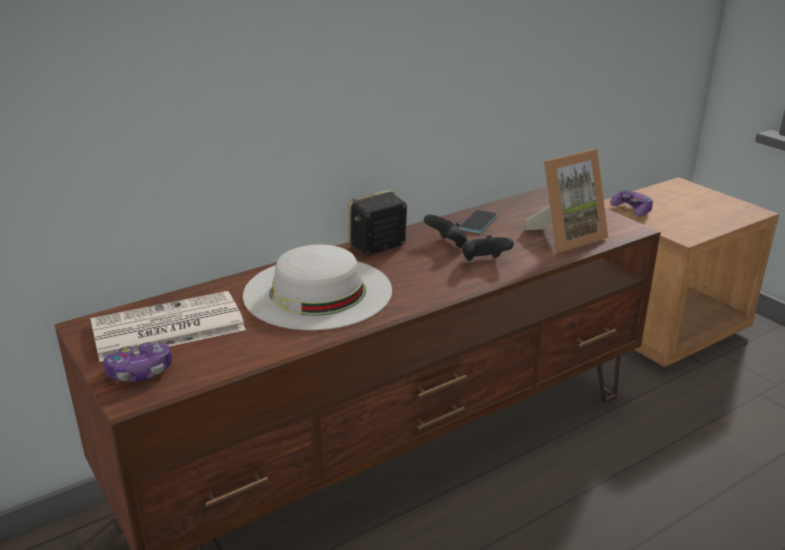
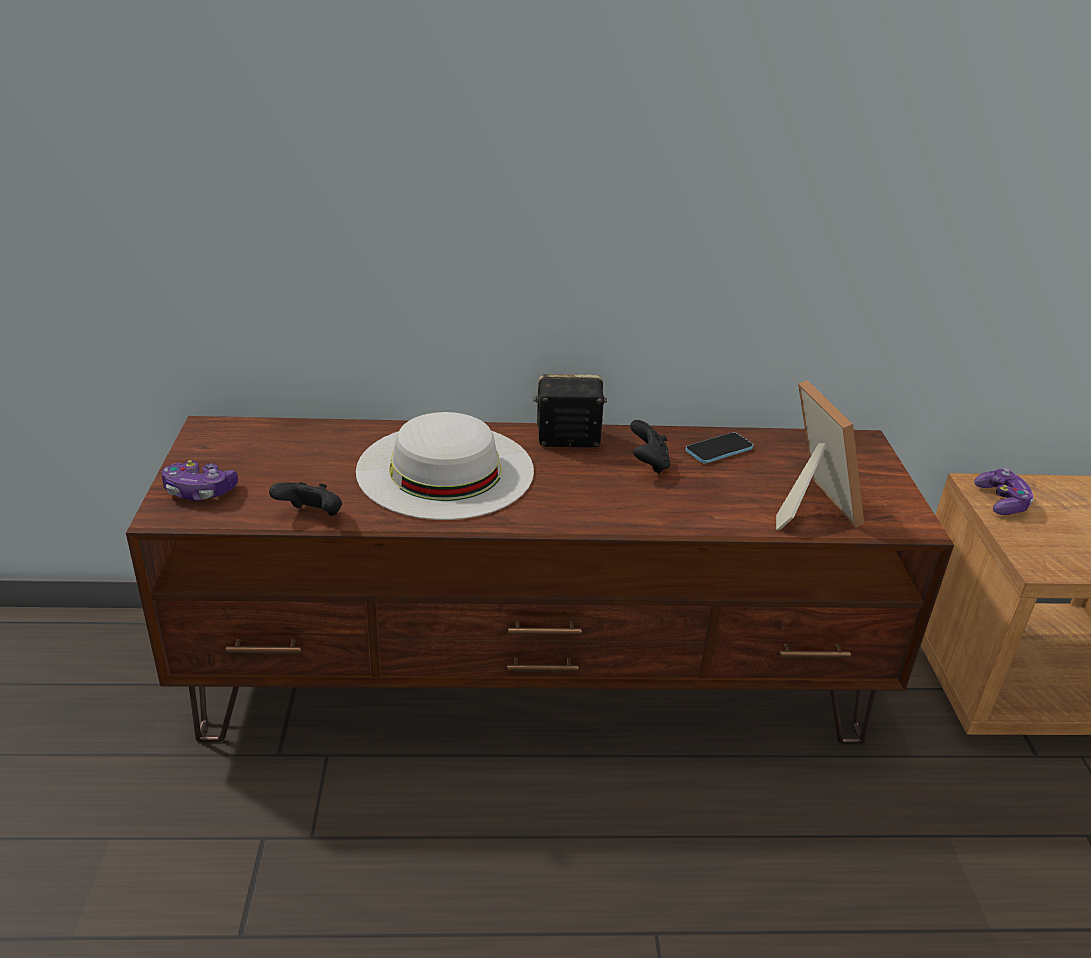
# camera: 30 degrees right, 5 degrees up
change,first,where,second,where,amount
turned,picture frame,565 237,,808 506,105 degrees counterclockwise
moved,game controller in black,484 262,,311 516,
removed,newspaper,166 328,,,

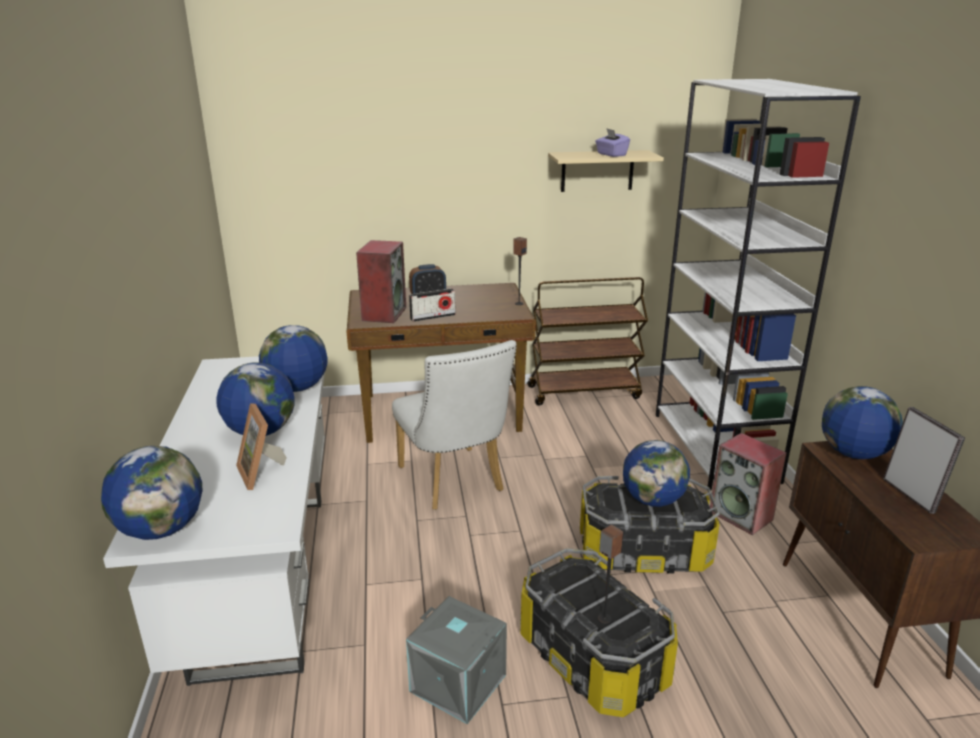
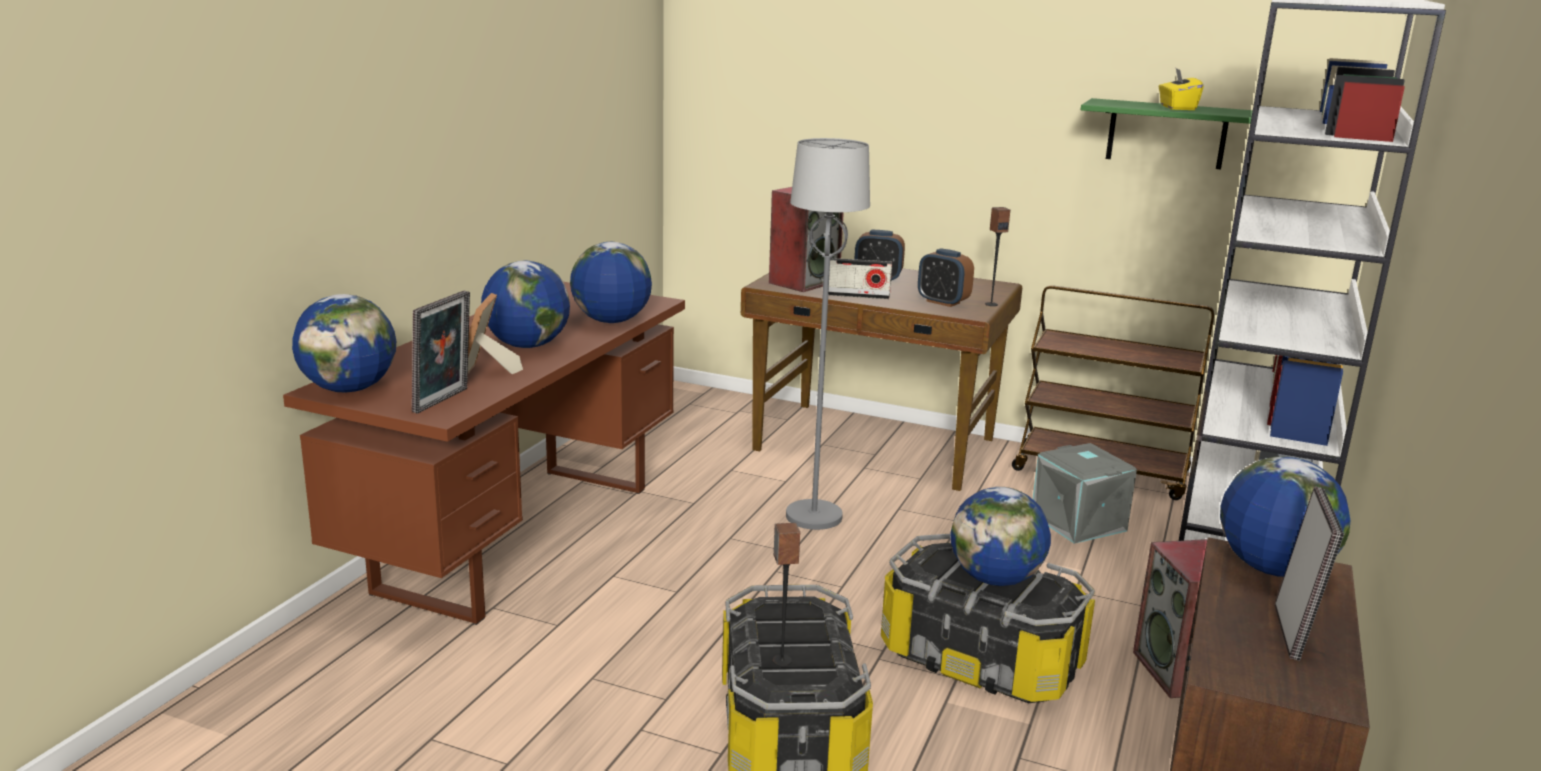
# camera: 30 degrees right, 5 degrees down
change,first,where,second,where,amount
recoloured,tissue box in purple,611 154,tissue box in yellow,1177 108,
recoloured,shelf in beige,597 171,shelf in green,1166 134,
replaced,chair in white,454 483,floor lamp in grey,813 517,
recoloured,desk in white,263 578,desk in brown,518 536,
moved,storage box in grey,456 684,,1076 523,
added,,,alarm clock,943 302,
added,,,picture frame,444 401,

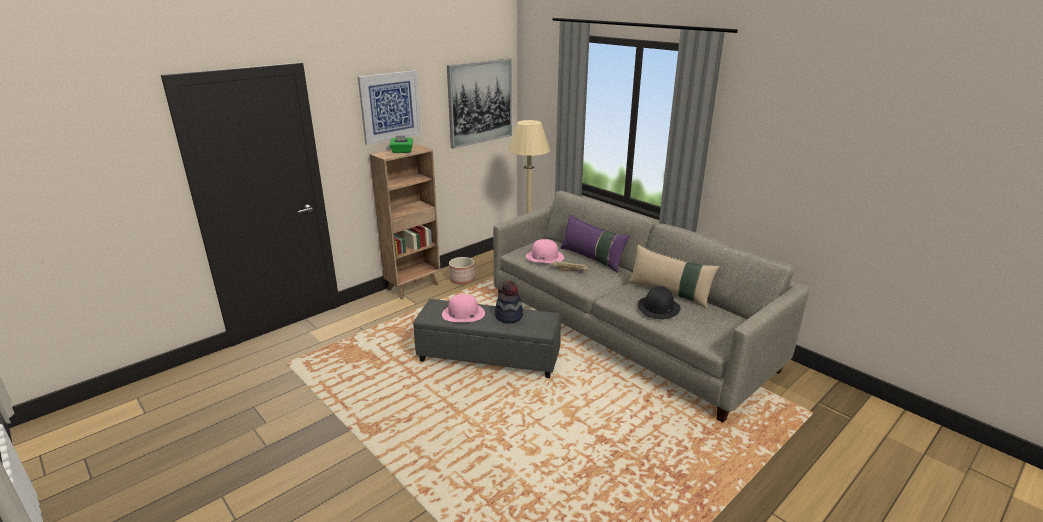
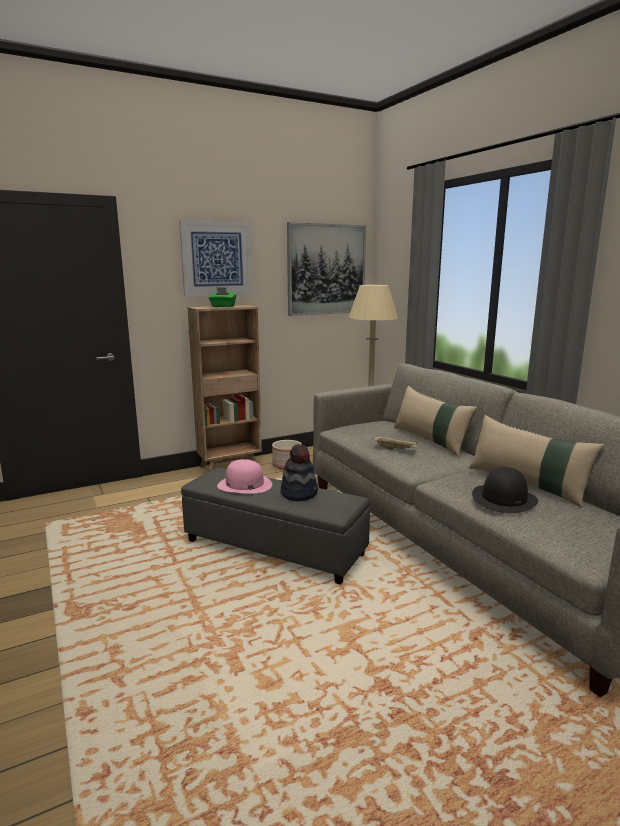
# camera: 15 degrees right, 10 degrees down
change,first,where,second,where,amount
recoloured,pillow in purple,592 258,pillow in beige,430 440,
removed,hat in pink,545 256,,,

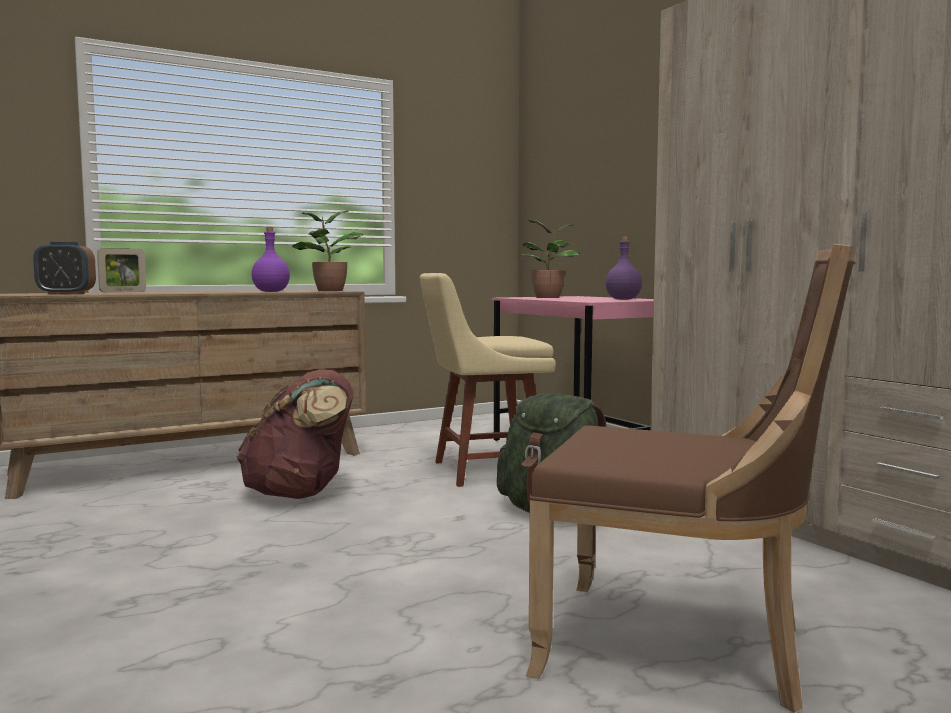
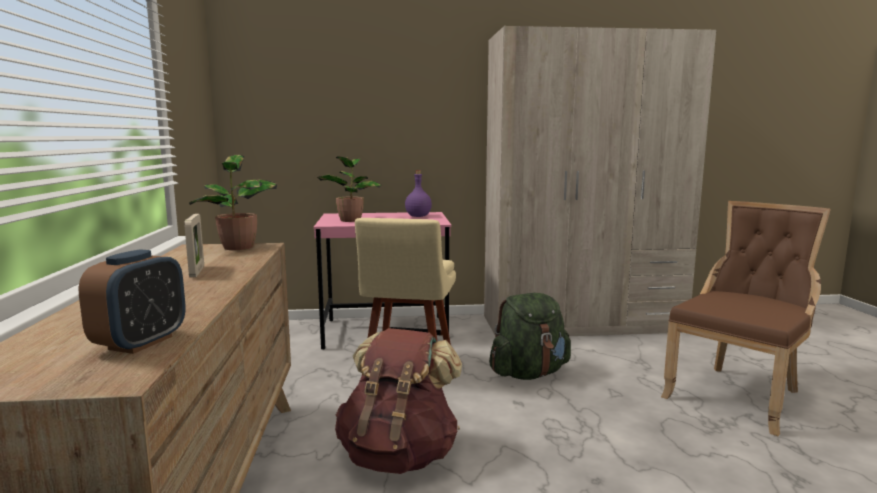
# camera: 65 degrees left, 5 degrees up
change,first,where,second,where,amount
removed,bottle in purple,271 291,,,
moved,picture frame,123 292,,197 271,

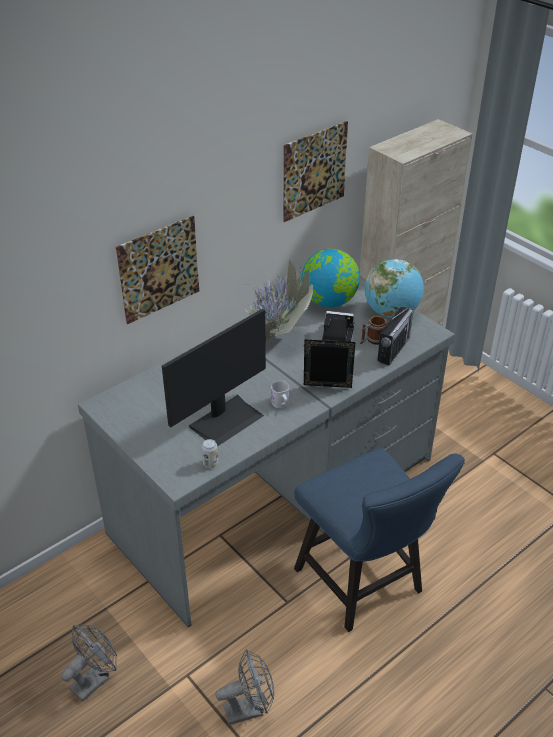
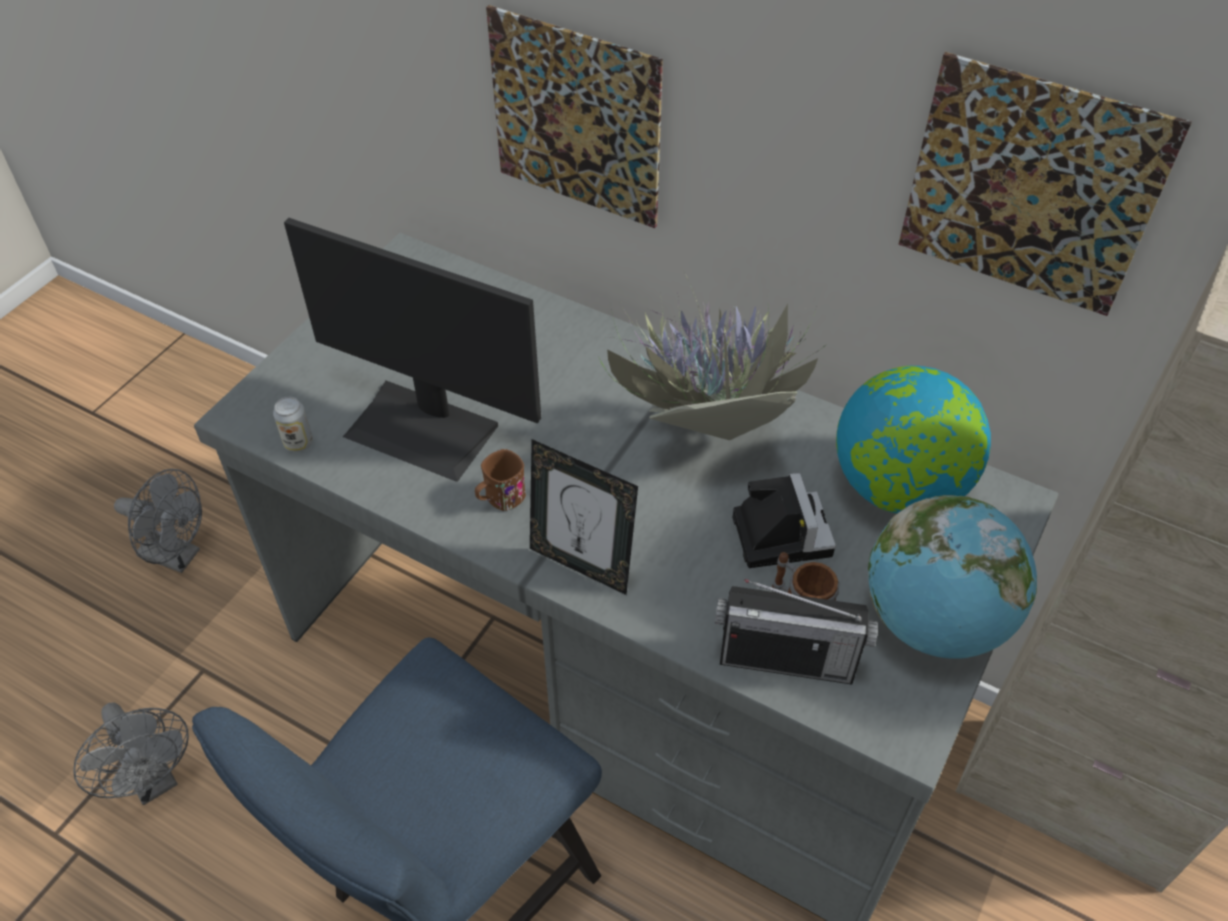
# camera: 70 degrees right, 10 degrees up
change,first,where,second,where,amount
turned,picture frame,327 389,,582 564,135 degrees clockwise
recoloured,mug in white,281 404,mug in brown,500 499,

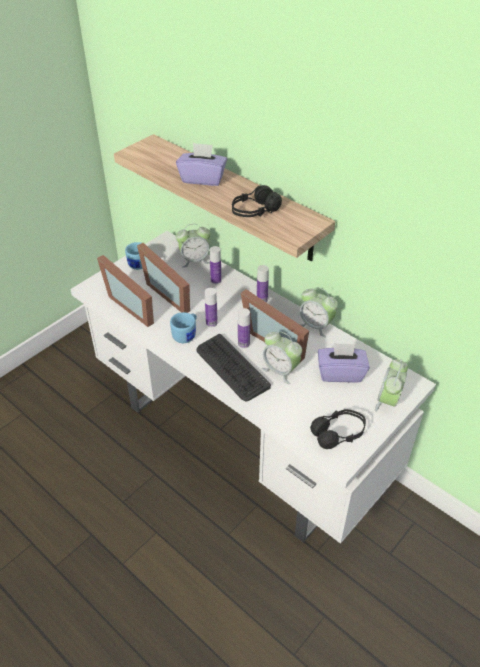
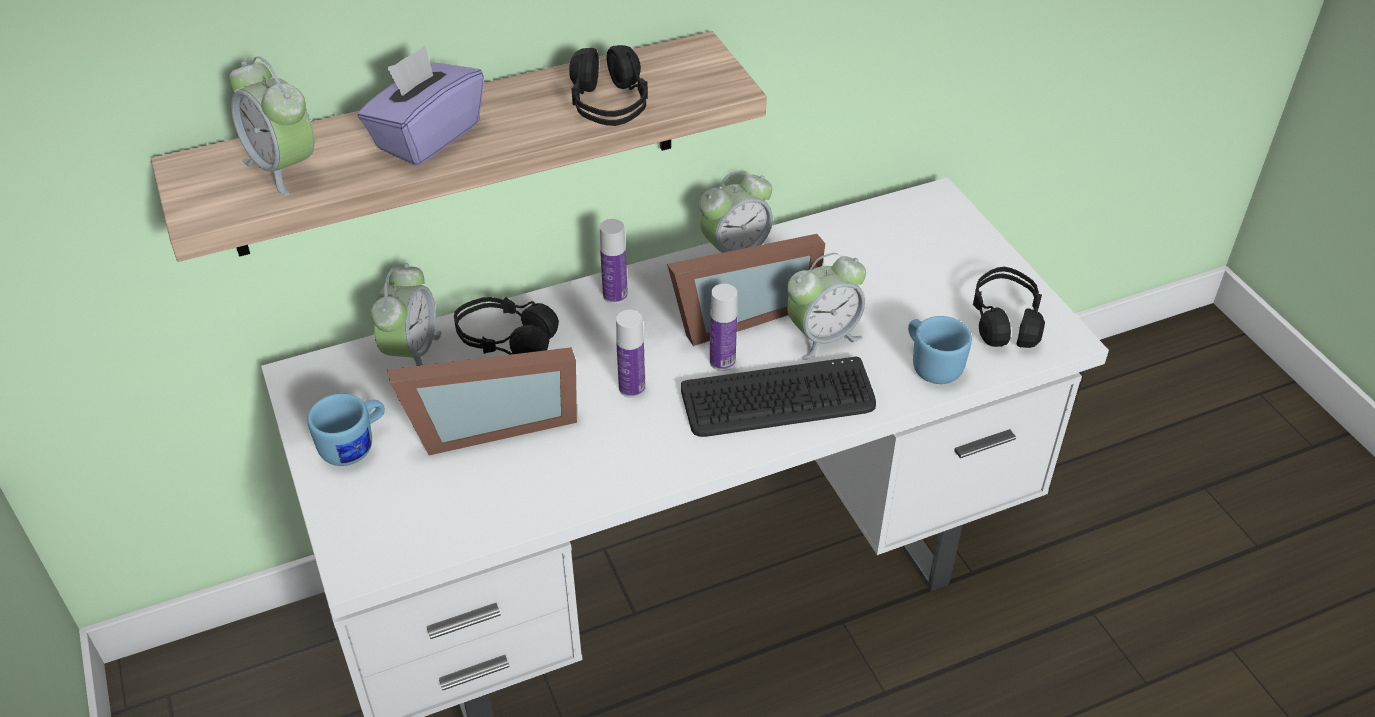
# camera: 65 degrees left, 0 degrees up
change,first,where,second,where,amount
replaced,bottle,216 280,headphones in black,505 341,
removed,picture frame,134 305,,,
moved,mug in blue,186 334,,932 364,
removed,tissue box in purple,340 373,,,
moved,alarm clock,388 401,,283 168,

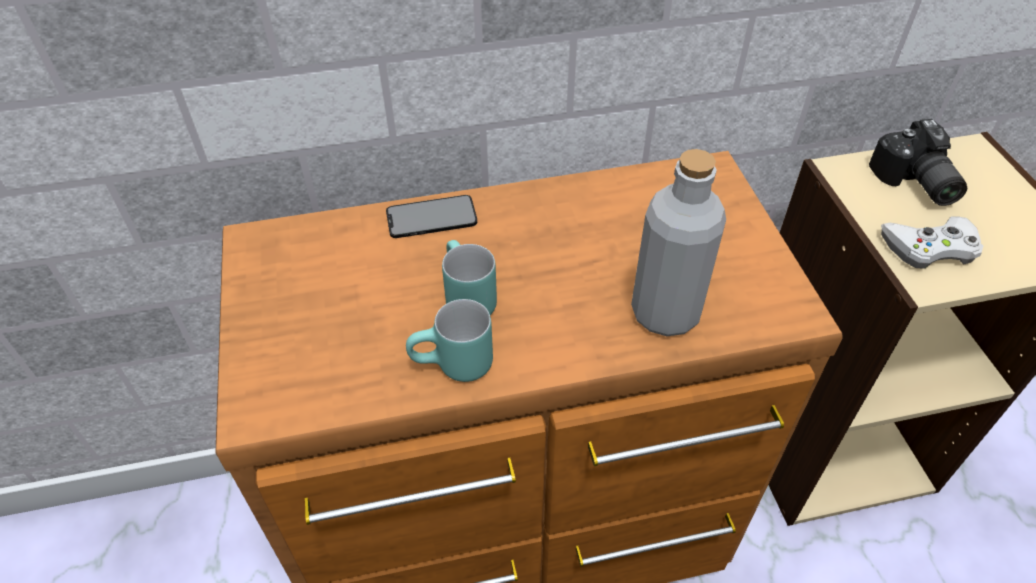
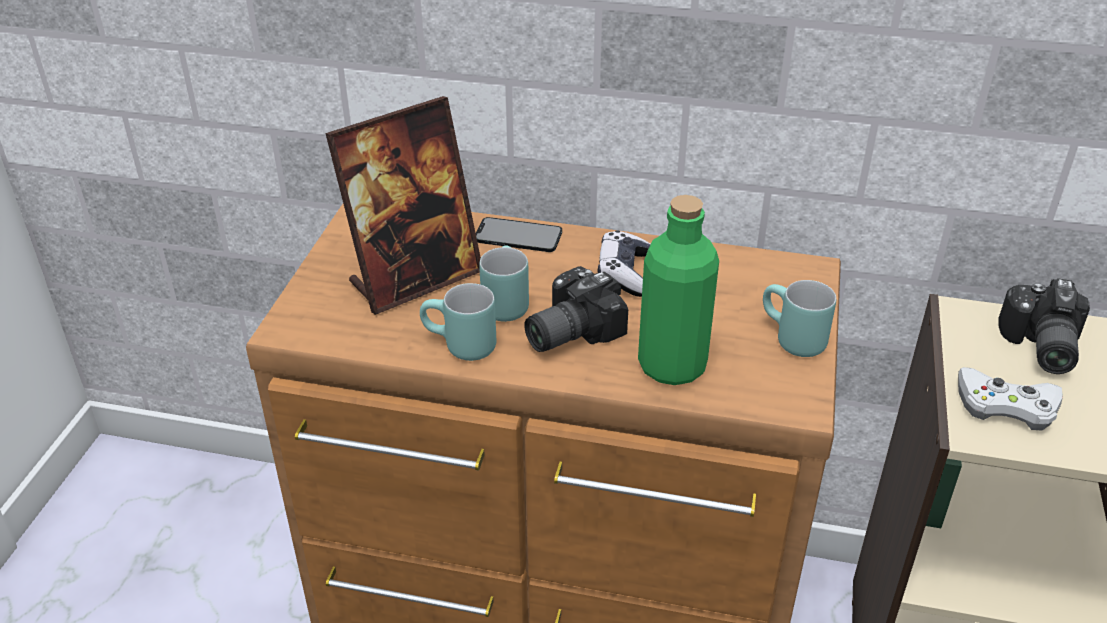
# camera: 25 degrees right, 10 degrees down
change,first,where,second,where,amount
recoloured,bottle in grey,665 313,bottle in green,672 366,
added,,,picture frame,415 279,
added,,,game controller,625 273,
added,,,photo camera,567 331,
added,,,mug in turquoise,789 340,

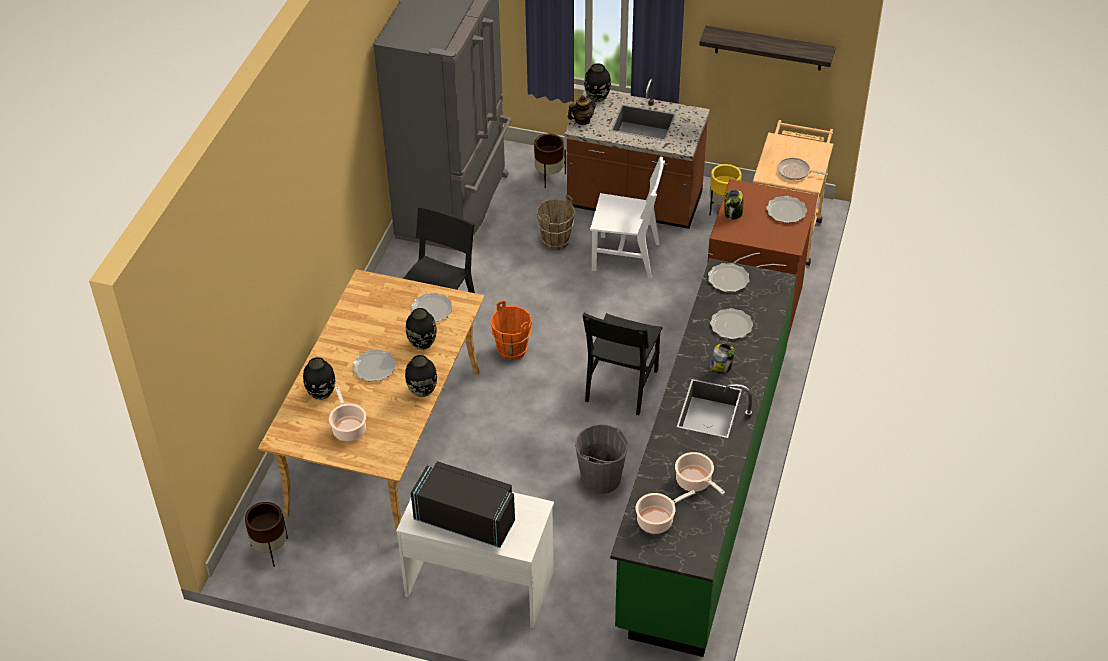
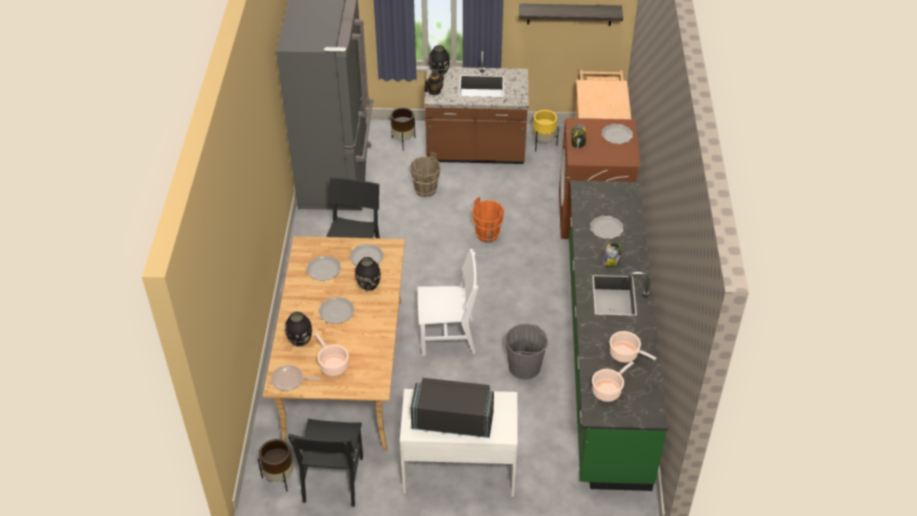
# camera: 15 degrees left, 0 degrees up
change,first,where,second,where,amount
moved,chair in white,626 257,,447 337,
moved,frying pan,795 172,,289 380,
moved,plate,728 279,,324 270,
moved,bucket in orange,511 350,,487 235,
moved,chair in black,621 385,,333 479,
removed,vase in black,422 391,,,

